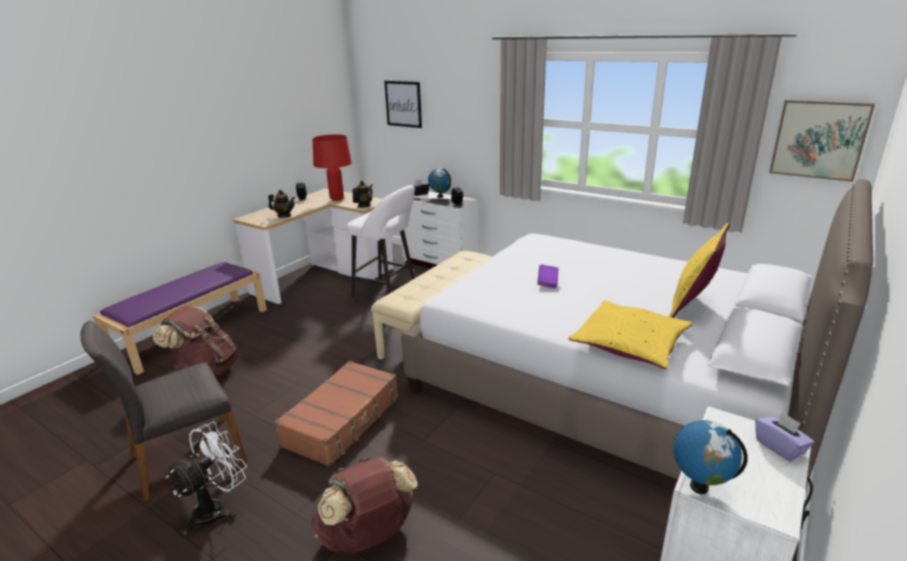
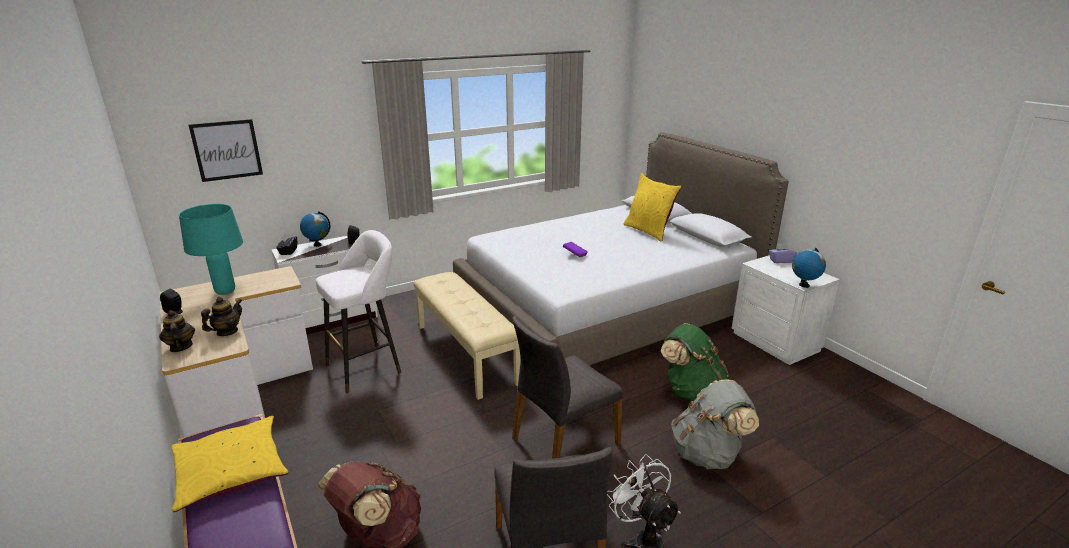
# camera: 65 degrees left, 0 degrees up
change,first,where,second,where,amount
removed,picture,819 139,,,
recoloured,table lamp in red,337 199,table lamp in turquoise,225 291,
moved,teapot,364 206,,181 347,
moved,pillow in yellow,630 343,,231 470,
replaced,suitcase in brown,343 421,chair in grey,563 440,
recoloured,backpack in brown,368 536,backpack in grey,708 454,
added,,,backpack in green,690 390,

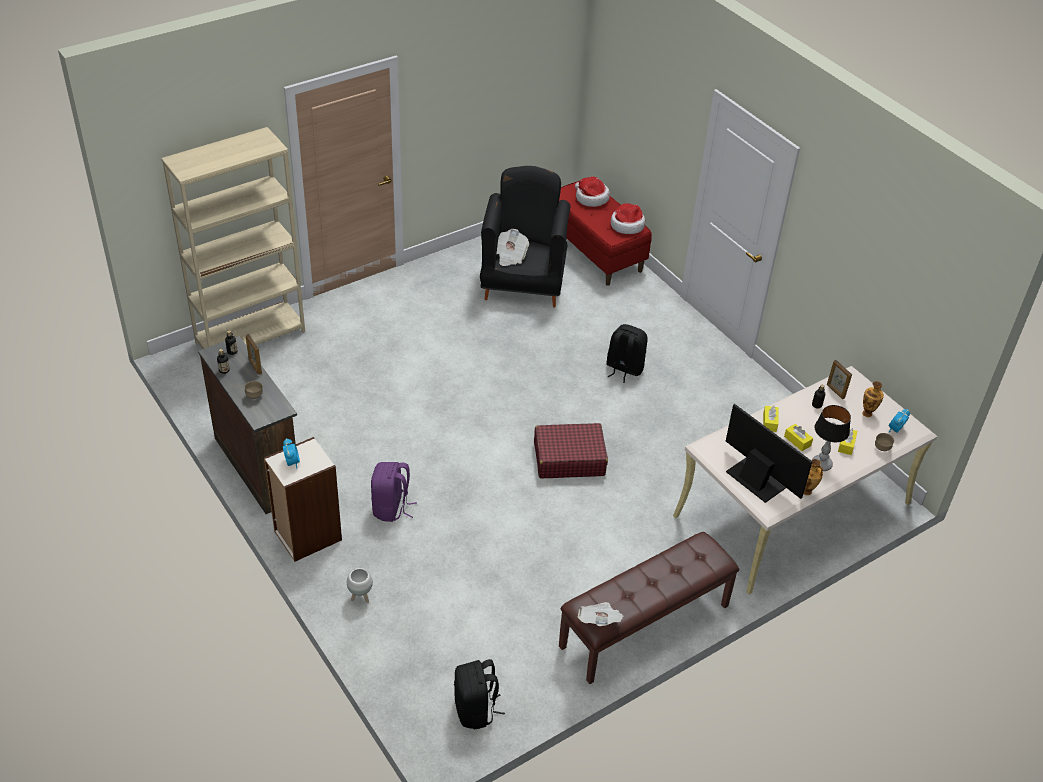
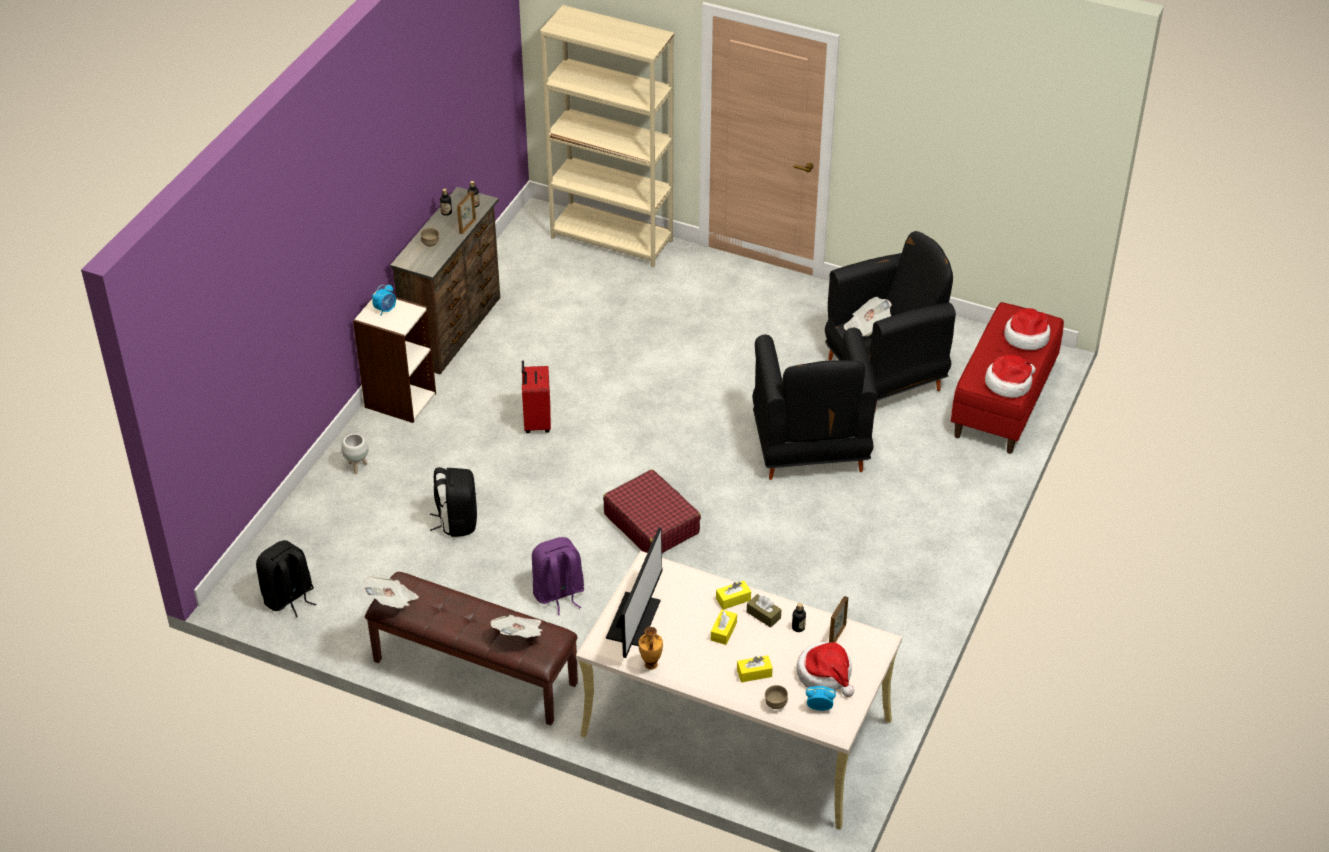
# camera: 60 degrees right, 0 degrees up
change,first,where,second,where,amount
moved,backpack in black,624 368,,457 521,
replaced,vase,868 413,hat,825 674,
removed,table lamp,821 464,,,
moved,backpack in purple,391 508,,558 594,
added,,,armchair in black,809 450,
added,,,suitcase in red,536 422,
added,,,tissue box in brown,763 615,
added,,,newspaper,519 635,

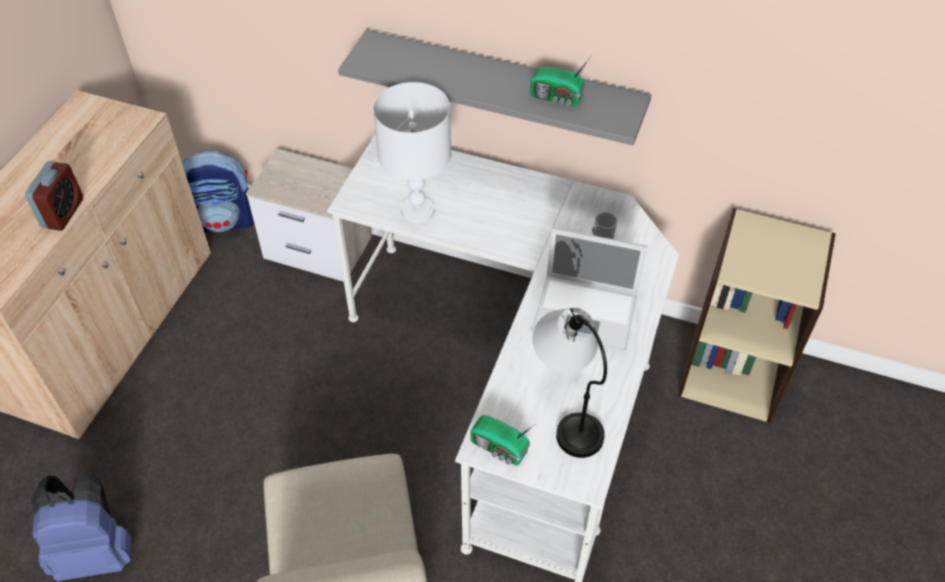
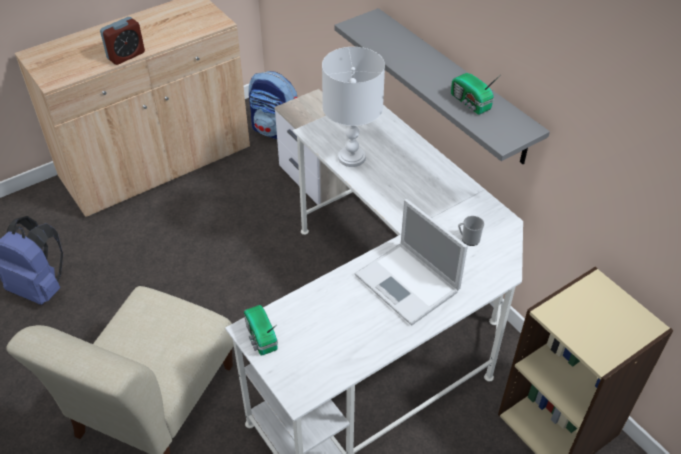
# camera: 35 degrees right, 5 degrees down
change,first,where,second,where,amount
removed,table lamp,567 409,,,

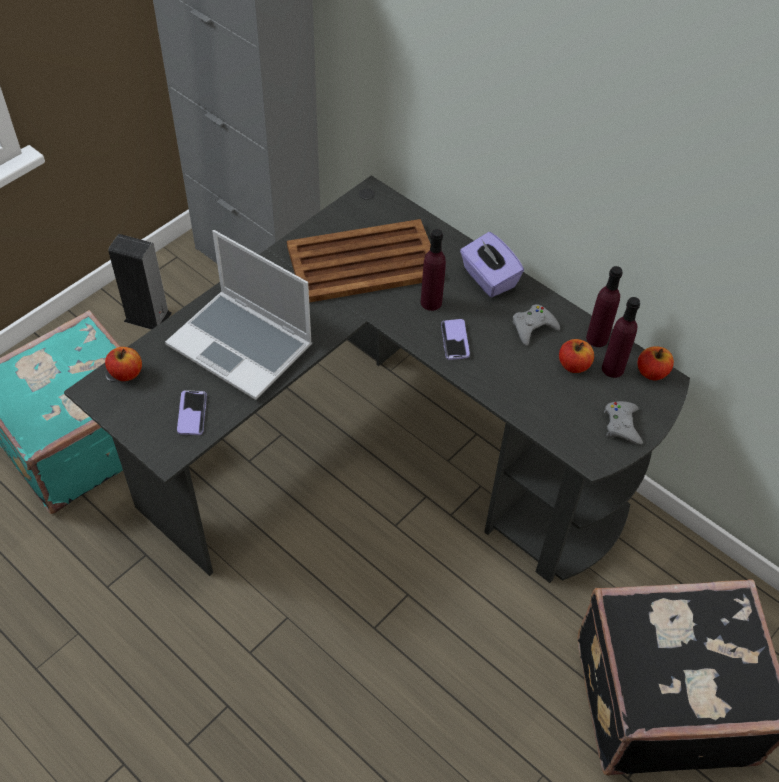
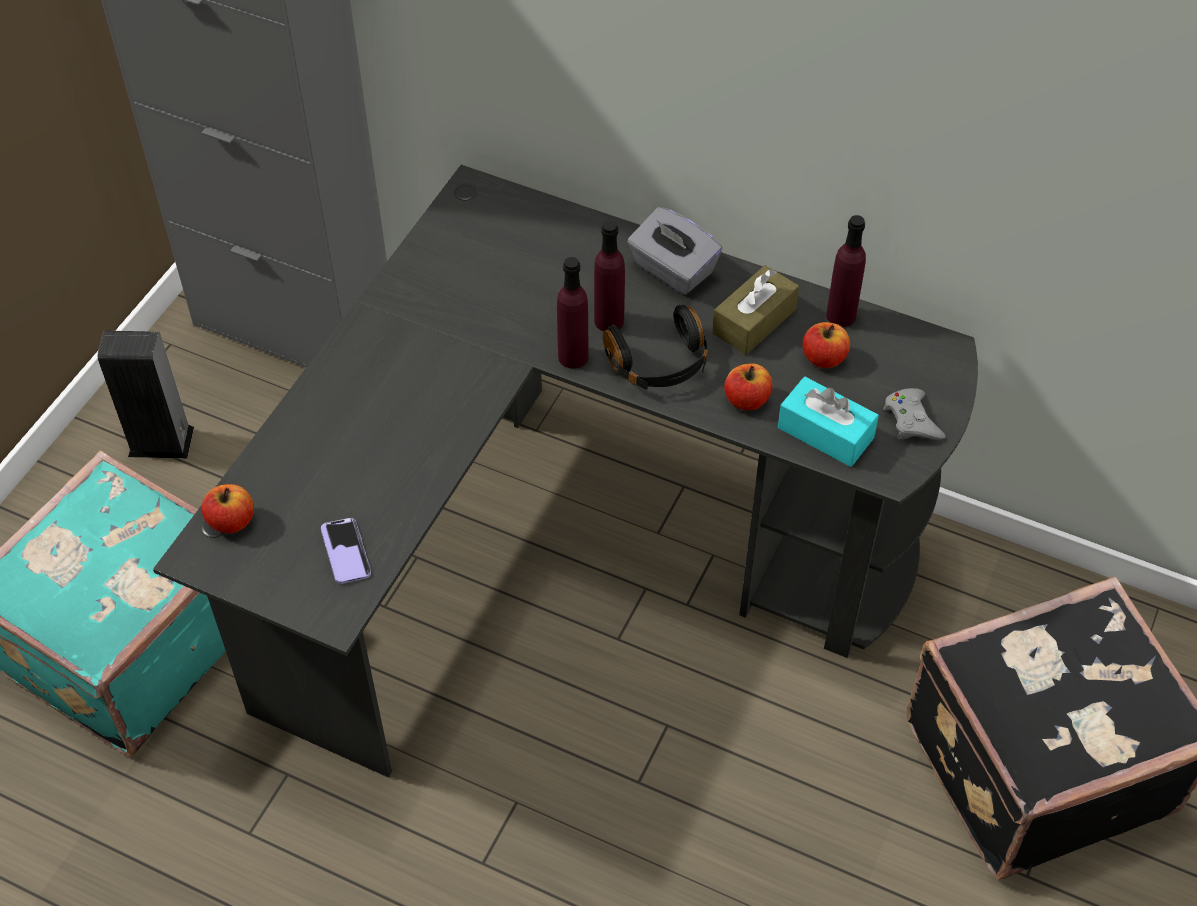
# camera: 15 degrees left, 0 degrees up
change,first,where,second,where,amount
removed,tray in brown,365 262,,,
removed,laptop,242 346,,,
recoloured,tissue box in purple,488 278,tissue box in grey,672 270,
moved,bottle in purple,613 368,,573 356,
replaced,game controller in grey,533 327,tissue box in brown,754 321,
replaced,phone,455 340,headphones in black,659 364,
moved,apple,652 372,,747 400,
added,,,tissue box in turquoise,825 433,

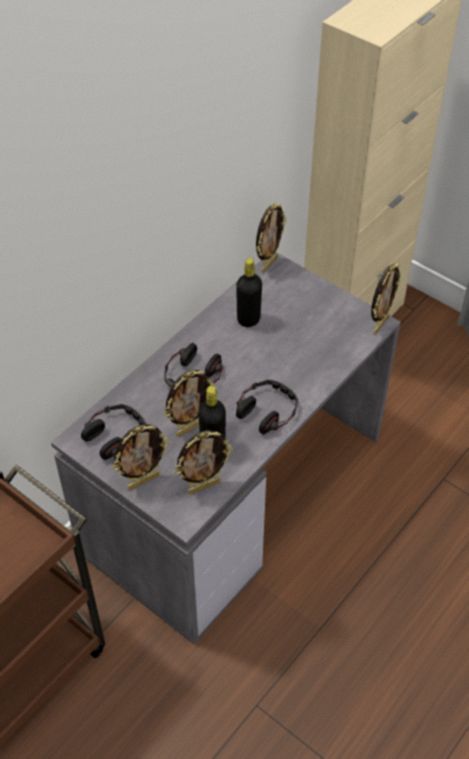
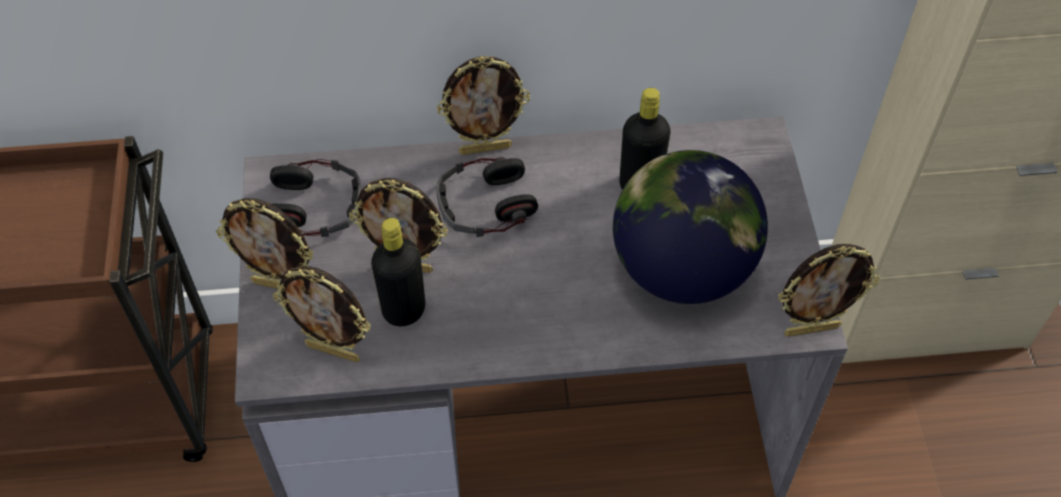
# camera: 45 degrees right, 5 degrees up
change,first,where,second,where,amount
moved,picture frame,268 264,,485 148,
removed,headphones,267 411,,,
added,,,globe,681 268,

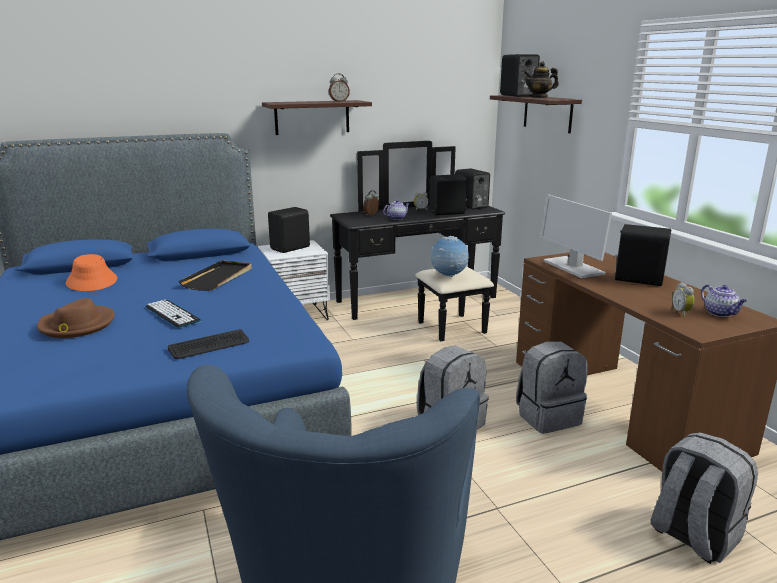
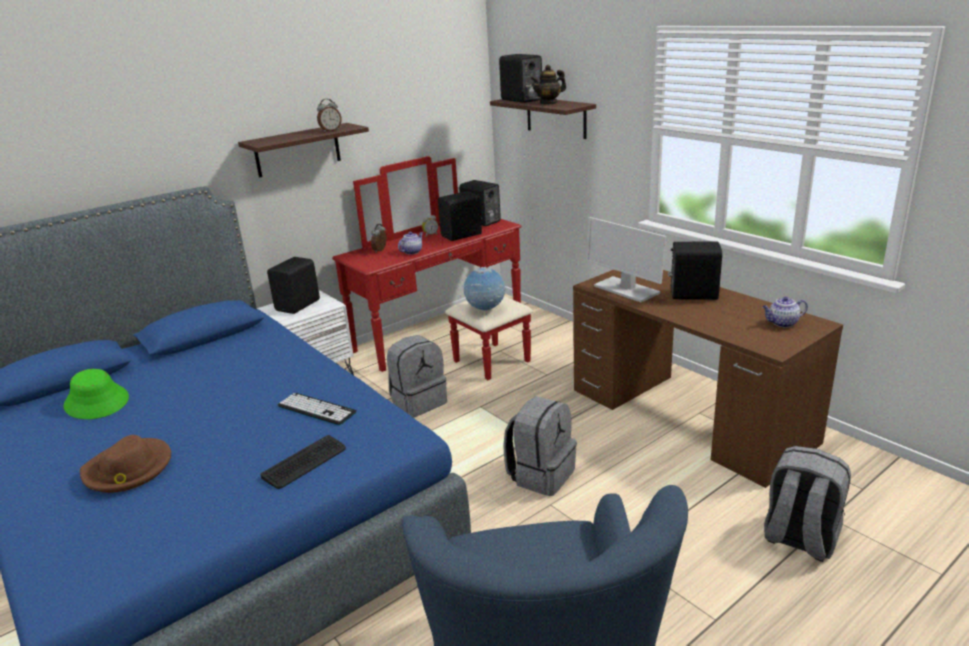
# camera: 15 degrees left, 5 degrees up
change,first,where,second,where,amount
recoloured,dresser in black,424 305,dresser in red,451 339,
recoloured,hat in orange,92 281,hat in green,97 402,
removed,tray in black,218 278,,,
removed,alarm clock,682 313,,,
turned,teapot,720 313,,782 323,120 degrees clockwise
moved,keyboard,172 314,,316 409,
moved,backpack in grey,548 417,,418 402,

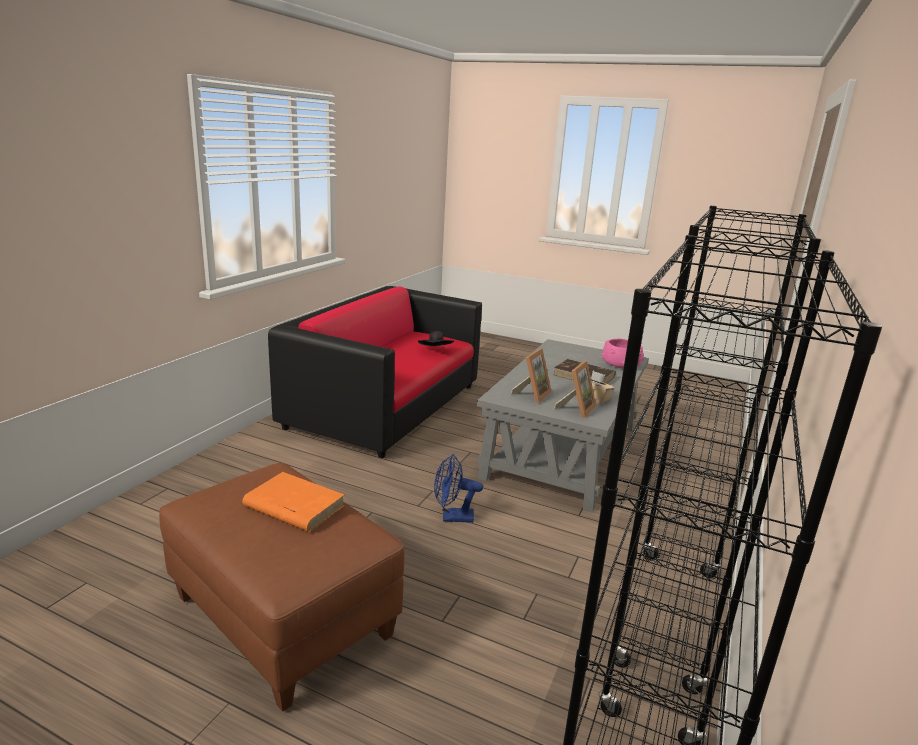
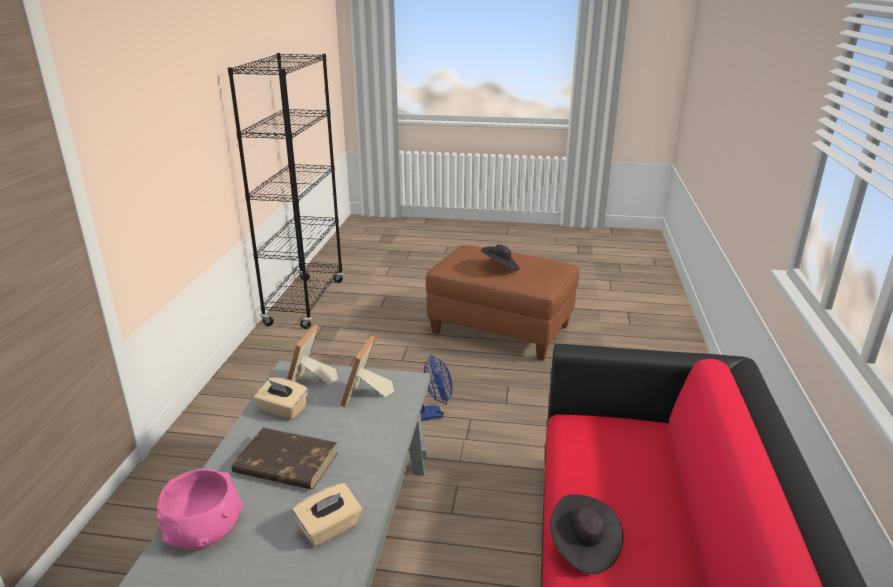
# camera: 165 degrees right, 5 degrees up
change,first,where,second,where,amount
removed,bookcase in black,667 617,,,
replaced,book in orange,293 506,hat in black,500 267,
added,,,tissue box in beige,329 528,

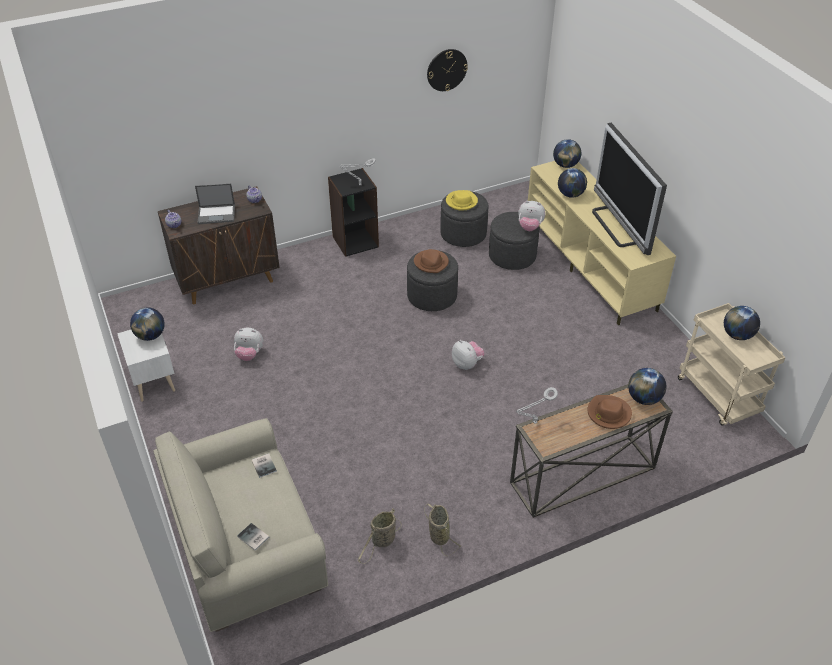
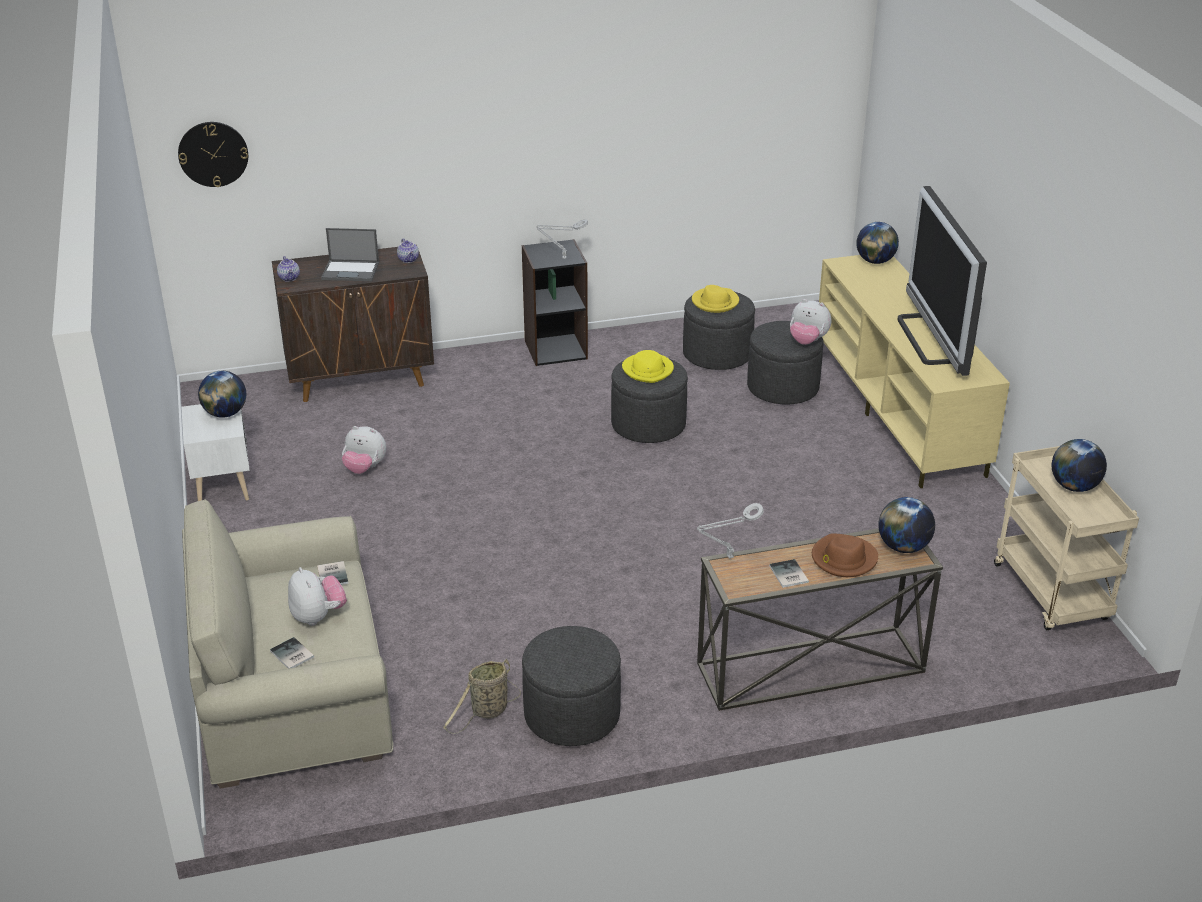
# camera: 10 degrees right, 10 degrees down
change,first,where,second,where,amount
moved,wall clock,446 70,,213 154,
removed,globe,570 194,,,
recoloured,hat in brown,431 263,hat in yellow,648 370,
moved,plush toy,467 364,,318 616,
replaced,basket,438 535,ottoman in grey,572 714,
added,,,book,788 575,

